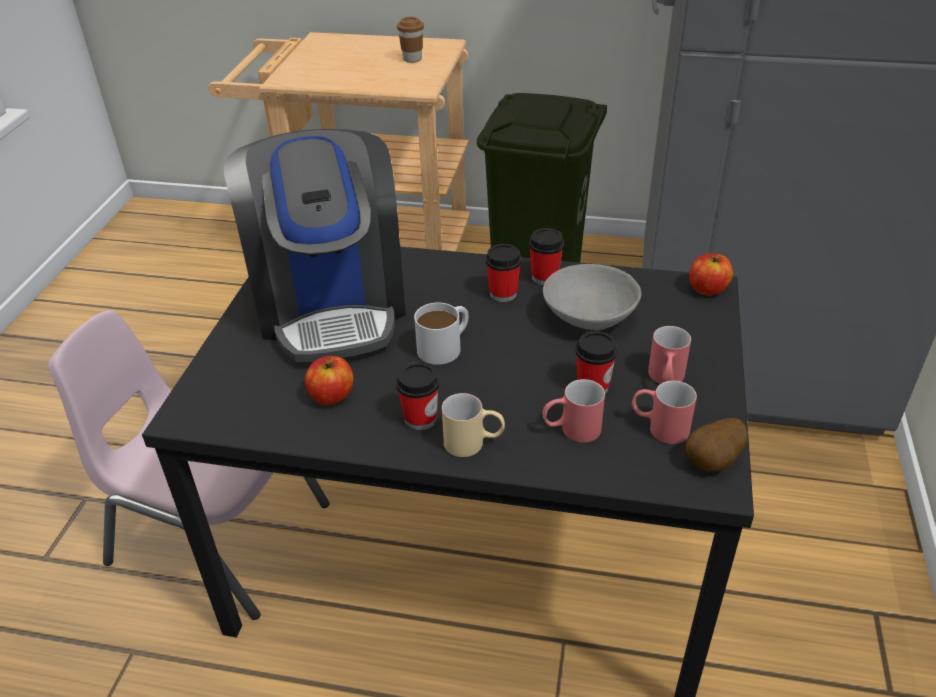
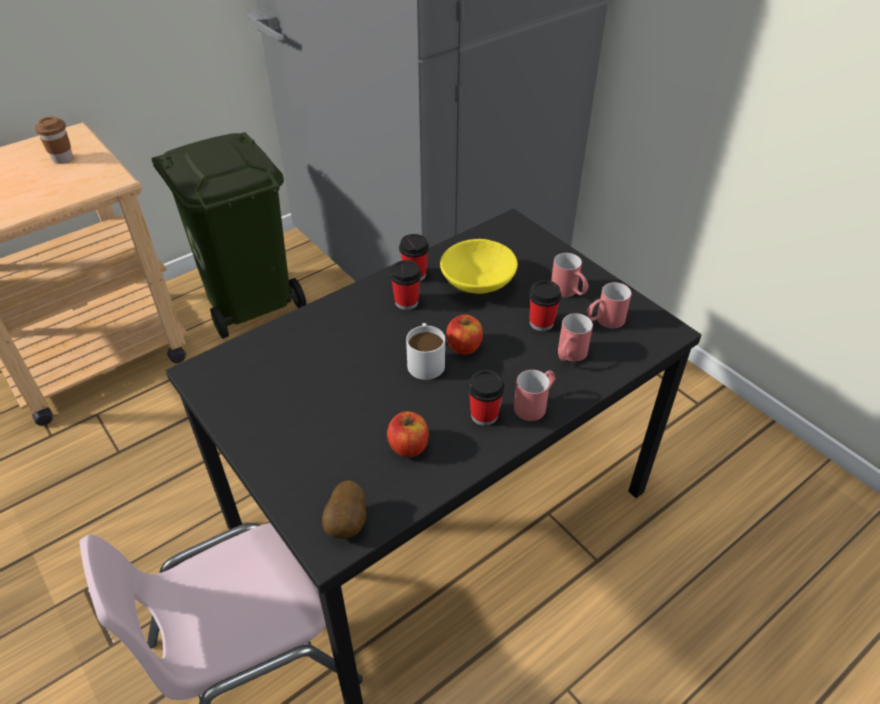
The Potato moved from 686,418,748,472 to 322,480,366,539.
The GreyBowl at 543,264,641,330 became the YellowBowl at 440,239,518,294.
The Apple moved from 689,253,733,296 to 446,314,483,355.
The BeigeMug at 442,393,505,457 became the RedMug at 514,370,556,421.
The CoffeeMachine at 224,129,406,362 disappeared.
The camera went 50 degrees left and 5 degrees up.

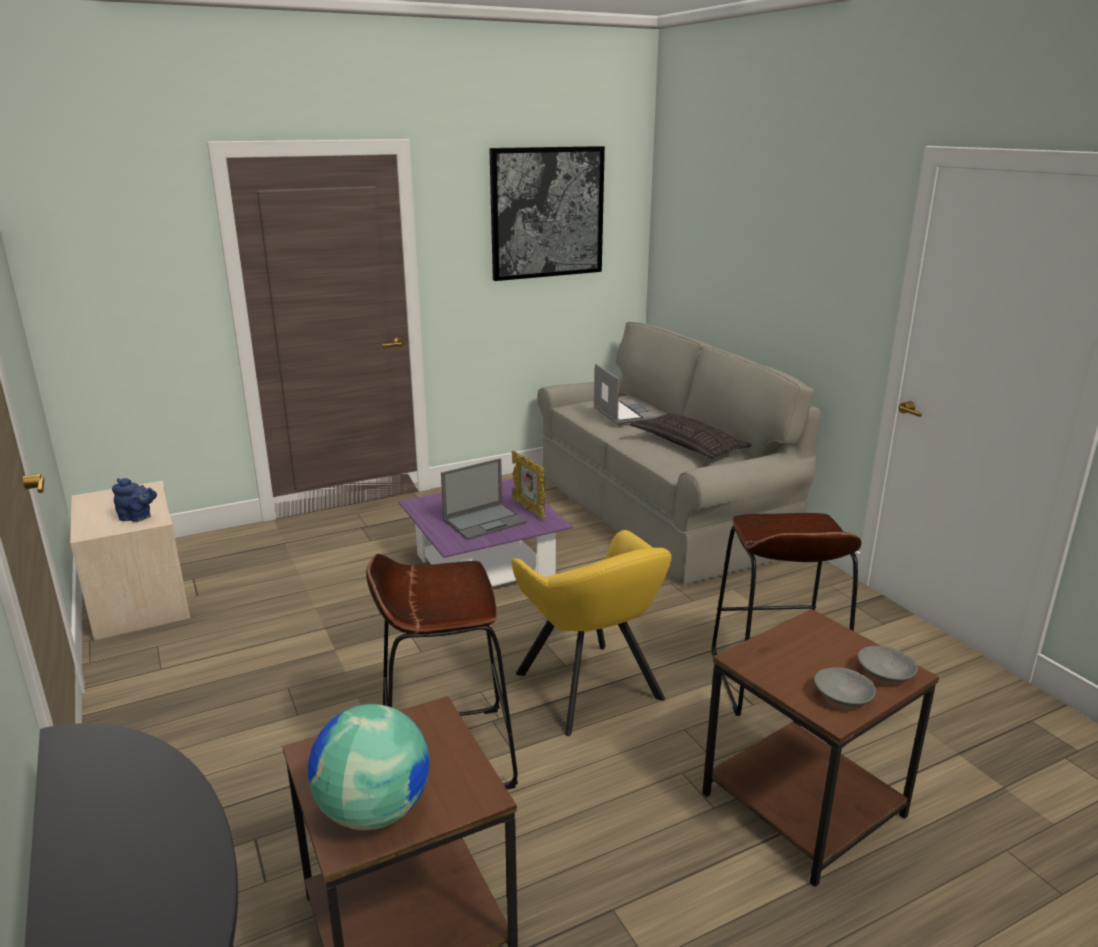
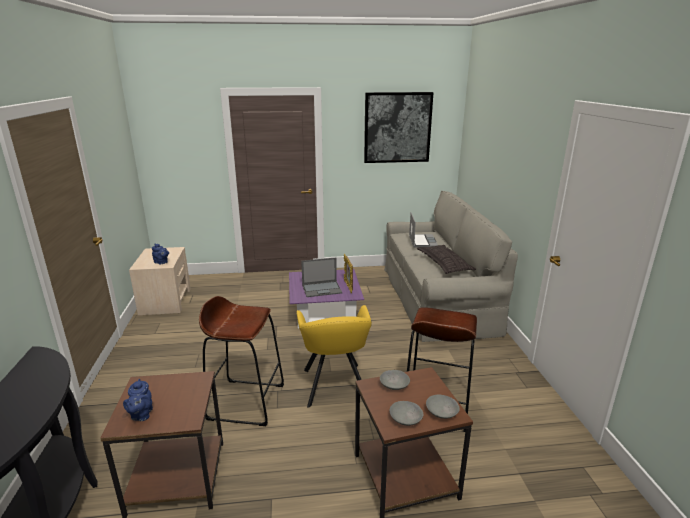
The Globe at 308,704,430,830 was replaced by the BlueTeapot at 123,379,153,421.
The GreyBowl at 380,370,410,390 appeared.
The camera went 20 degrees right and 0 degrees up.

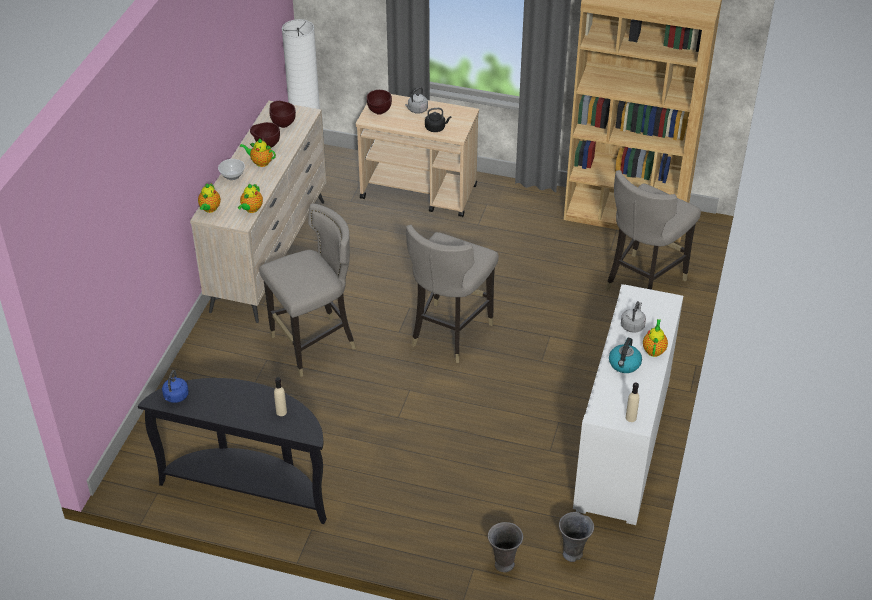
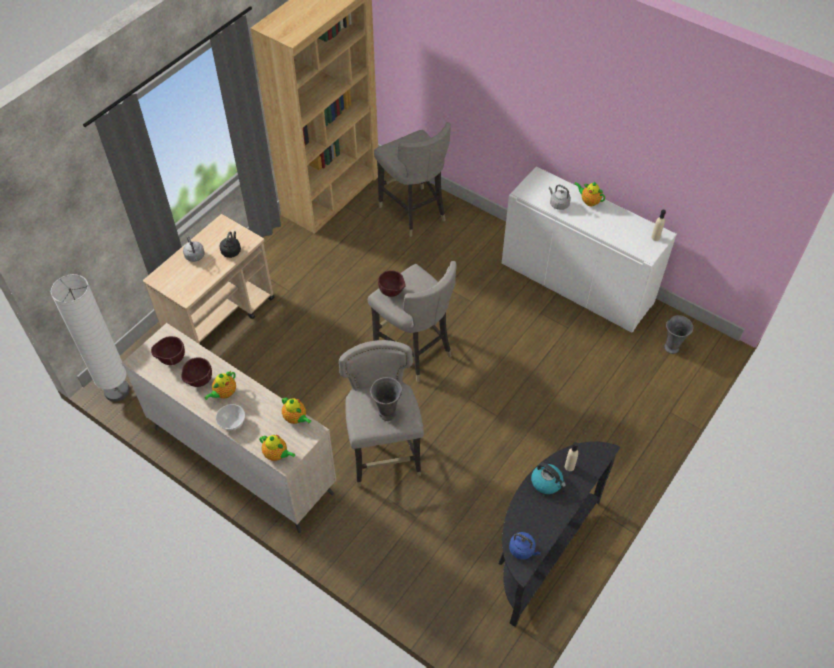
The GreyVase moved from 488,522,523,572 to 370,377,402,421.
The BrownBowl moved from 367,90,392,115 to 378,270,406,297.
The Kettle moved from 609,338,642,373 to 531,463,566,494.
The camera went 70 degrees left and 10 degrees up.

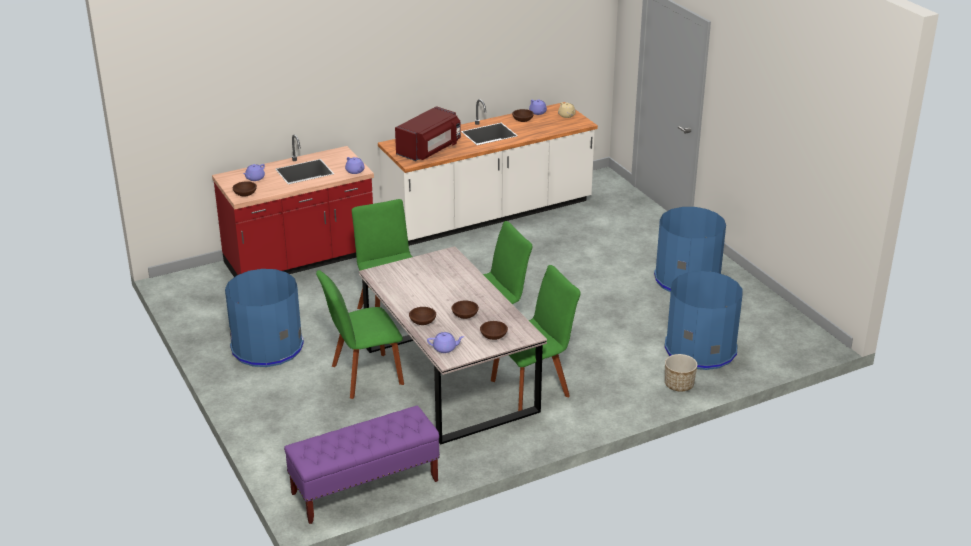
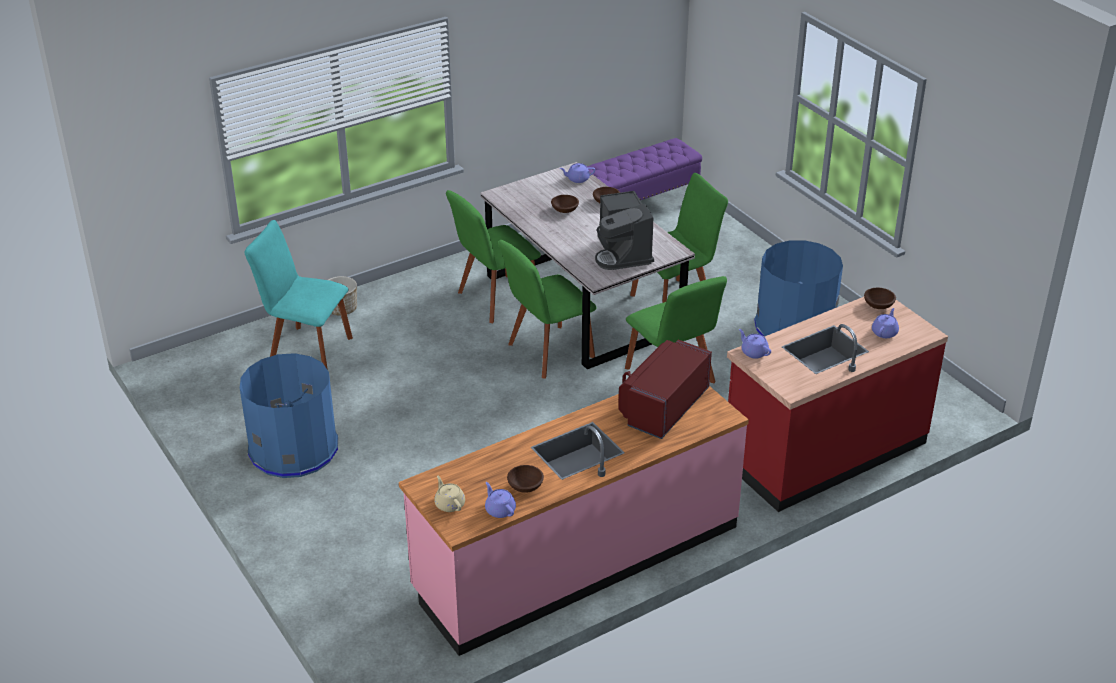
The BlueTrashCan at 664,271,743,370 was replaced by the TurquoiseChair at 245,220,353,370.
The WhiteCounter at 378,99,598,246 became the PinkCounter at 399,386,749,656.
The CoffeeMachine at 595,191,654,270 appeared.
The BrownBowl at 480,321,508,340 disappeared.
The camera went 175 degrees right and 5 degrees up.

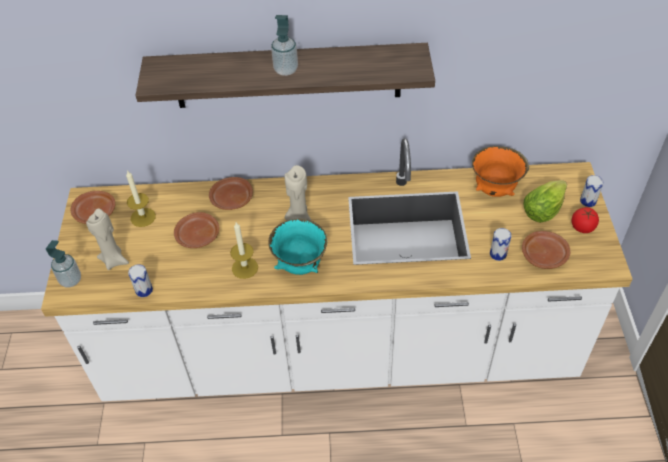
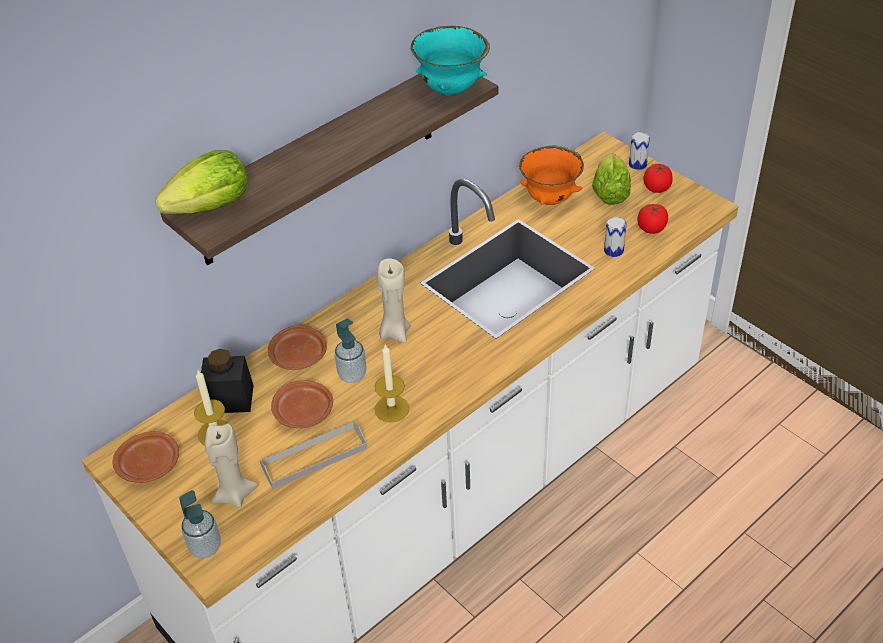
The Lettuce at 155,150,248,214 appeared.
The BlackJar at 201,349,254,413 appeared.
The GreyTray at 260,421,367,489 appeared.
The SoapDispenser moved from 271,15,298,76 to 335,318,366,383.
The TurquoiseBowl moved from 269,219,327,275 to 411,26,490,96.
The BrownPlate at 522,231,570,269 was replaced by the Tomato at 637,204,668,234.
The Can at 128,264,153,297 disappeared.
The camera went 40 degrees left and 5 degrees down.

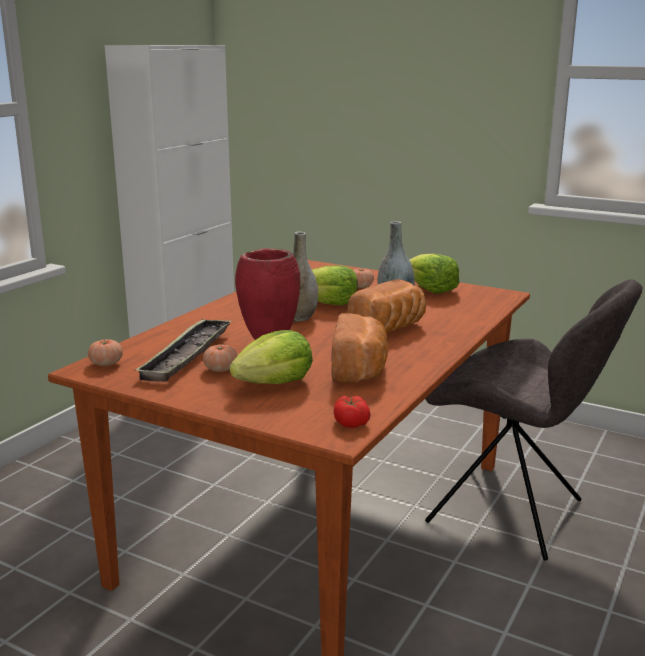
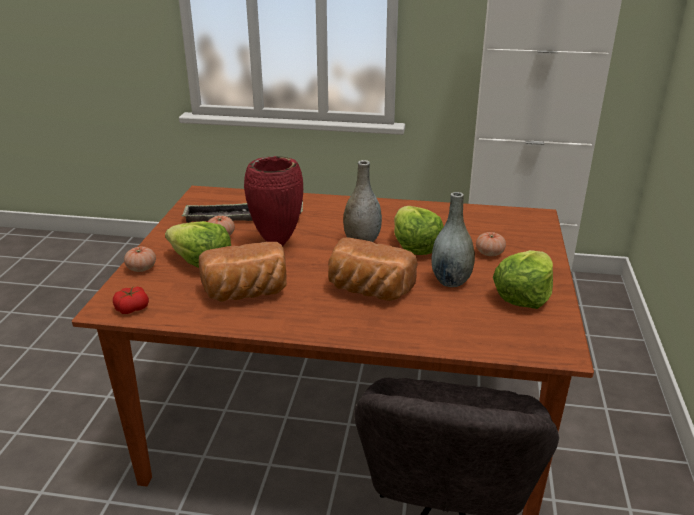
The Tomato moved from 88,339,123,366 to 124,247,156,272.
The camera went 70 degrees right and 10 degrees up.

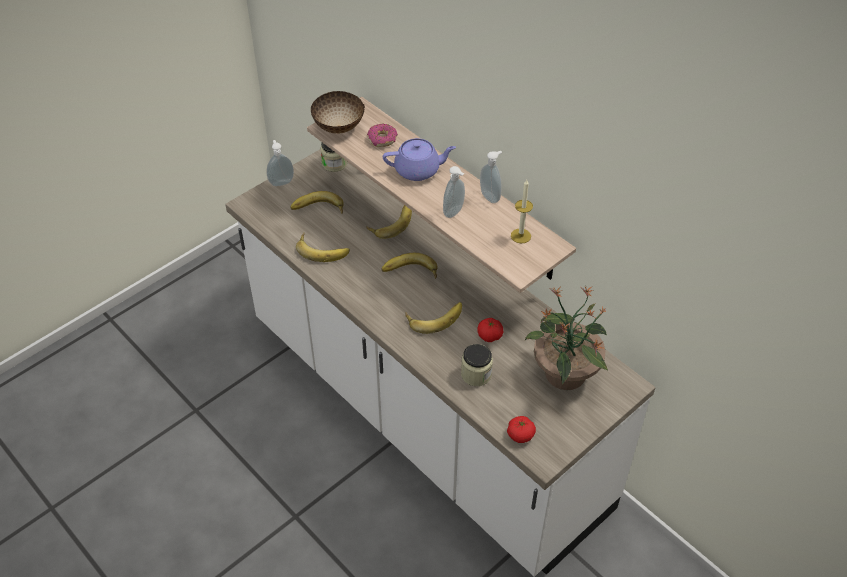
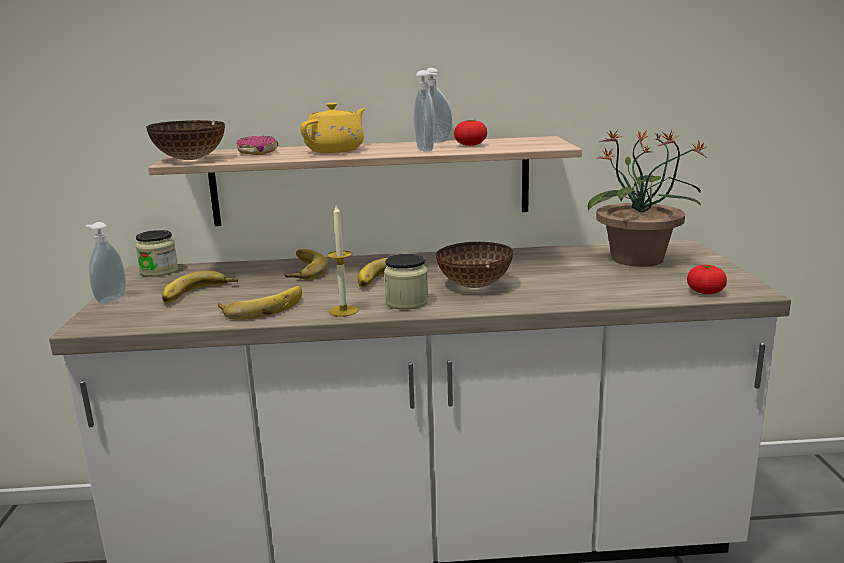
The PurpleTeapot at 383,138,456,181 became the YellowTeapot at 300,103,366,153.
The Candle moved from 511,180,533,244 to 327,205,358,316.
The Jar moved from 461,344,493,386 to 384,254,428,309.
The Banana at 405,302,462,334 was replaced by the Bowl at 435,242,513,288.
The Tomato moved from 477,318,503,342 to 454,120,487,146.
The camera went 50 degrees left and 30 degrees down.

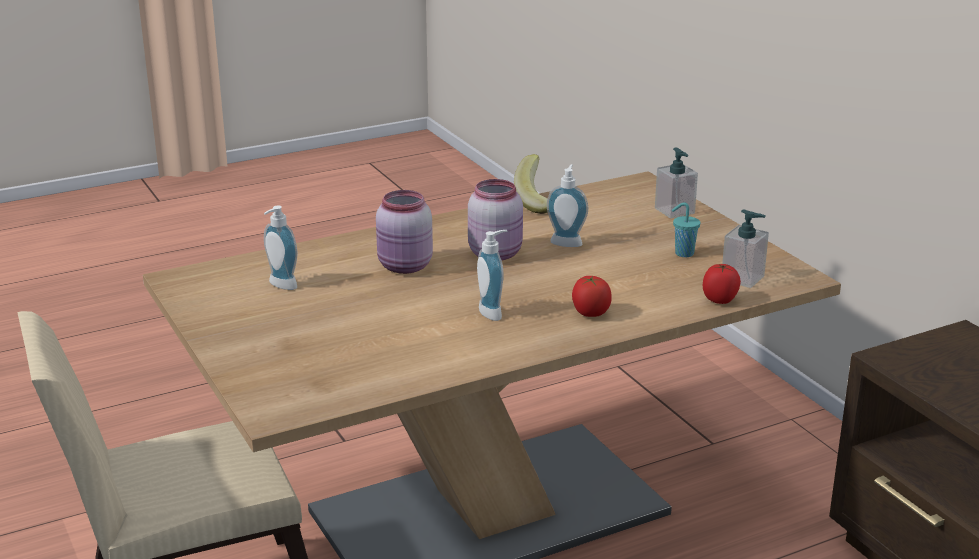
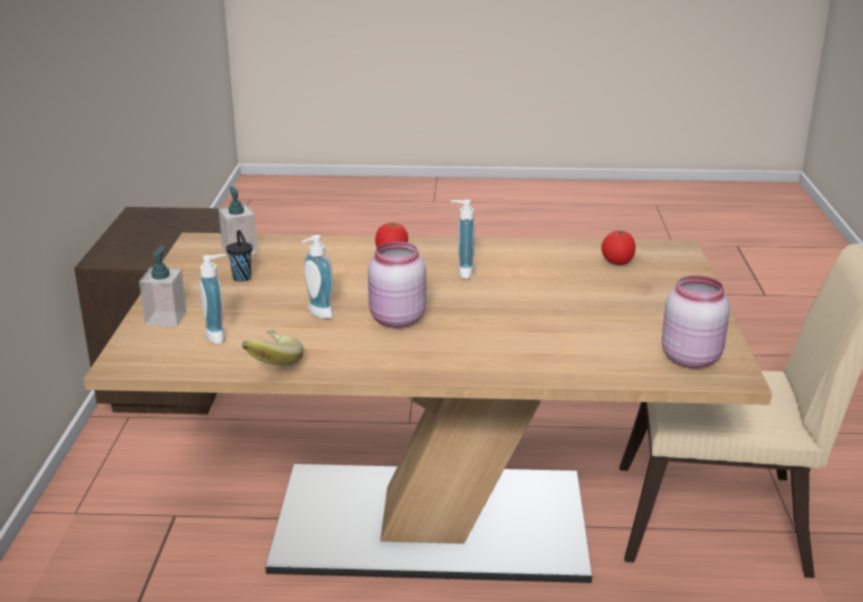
The SoapDispenser moved from 264,205,298,290 to 199,254,226,344.
The TurquoiseCup at 672,203,700,257 became the BlackCup at 226,230,253,282.
The Tomato moved from 703,264,741,304 to 601,230,636,265.
The PinkJar moved from 376,190,433,274 to 662,275,730,368.
The camera went 150 degrees left and 0 degrees up.

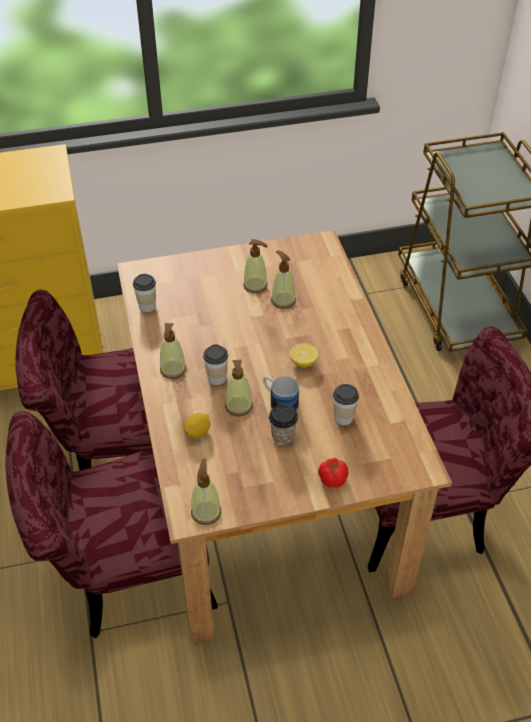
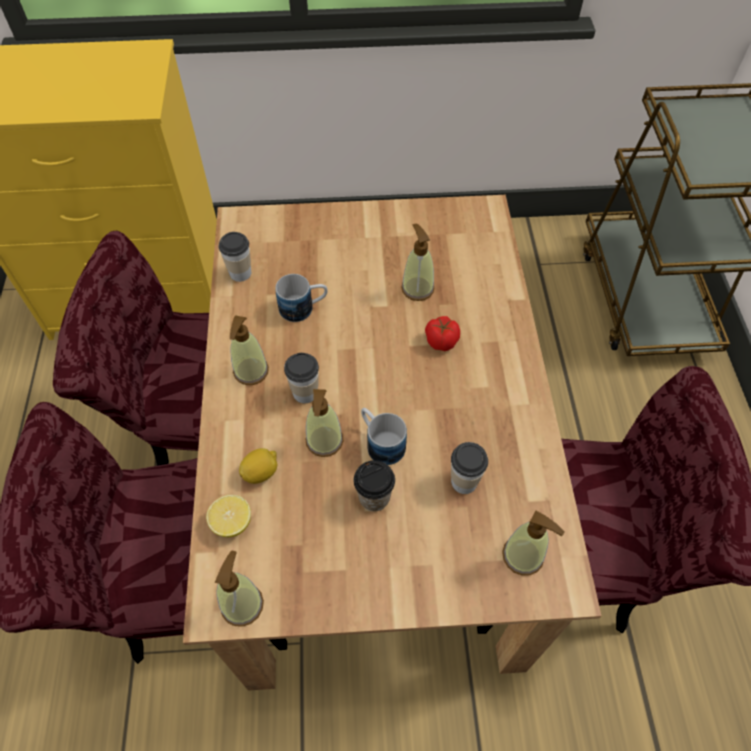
The Lemon moved from 290,343,318,367 to 206,495,251,537.
The Mug at 275,274,328,322 appeared.
The Tomato moved from 318,458,349,488 to 425,316,460,351.
The SoapDispenser moved from 243,239,268,293 to 502,511,564,576.
The camera went 10 degrees right and 10 degrees up.

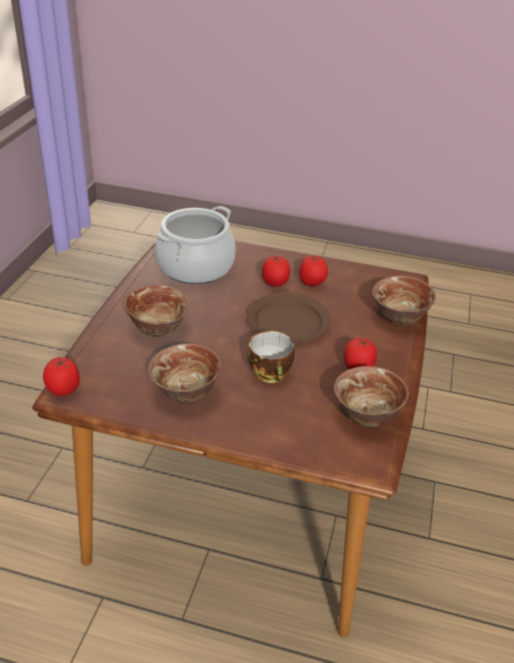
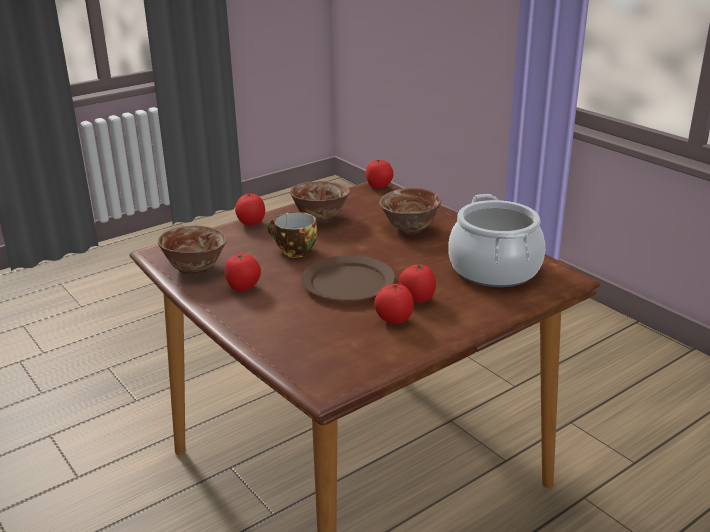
The Tomato at 235,194,265,225 appeared.
The Bowl at 372,276,436,326 disappeared.
The camera went 130 degrees right and 10 degrees down.

